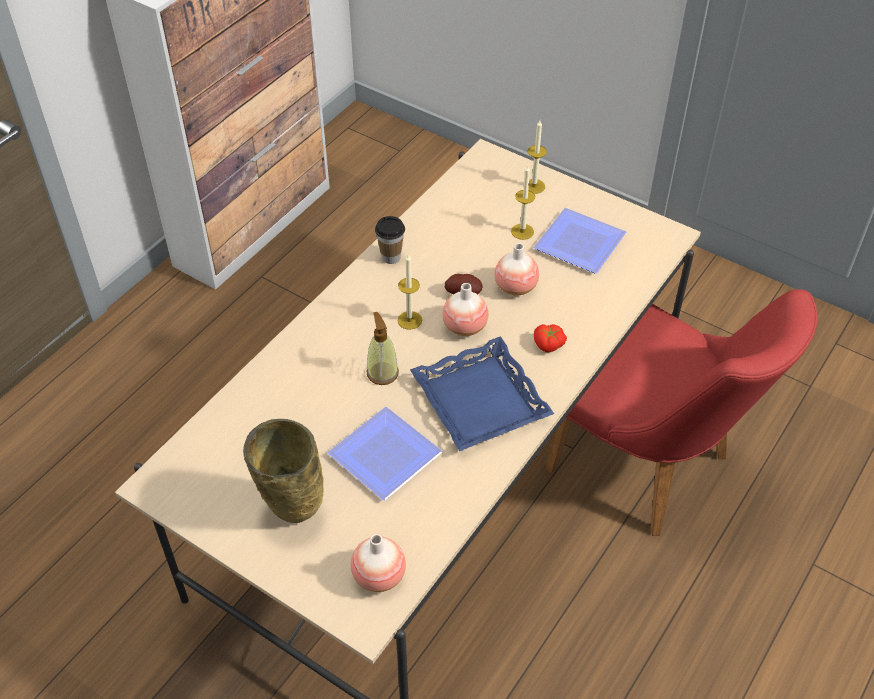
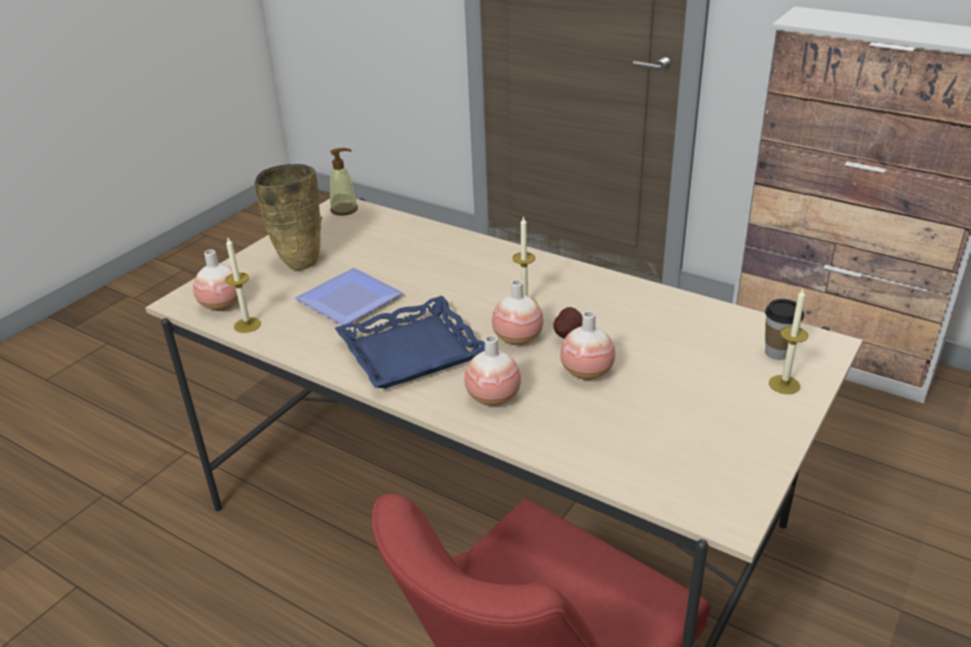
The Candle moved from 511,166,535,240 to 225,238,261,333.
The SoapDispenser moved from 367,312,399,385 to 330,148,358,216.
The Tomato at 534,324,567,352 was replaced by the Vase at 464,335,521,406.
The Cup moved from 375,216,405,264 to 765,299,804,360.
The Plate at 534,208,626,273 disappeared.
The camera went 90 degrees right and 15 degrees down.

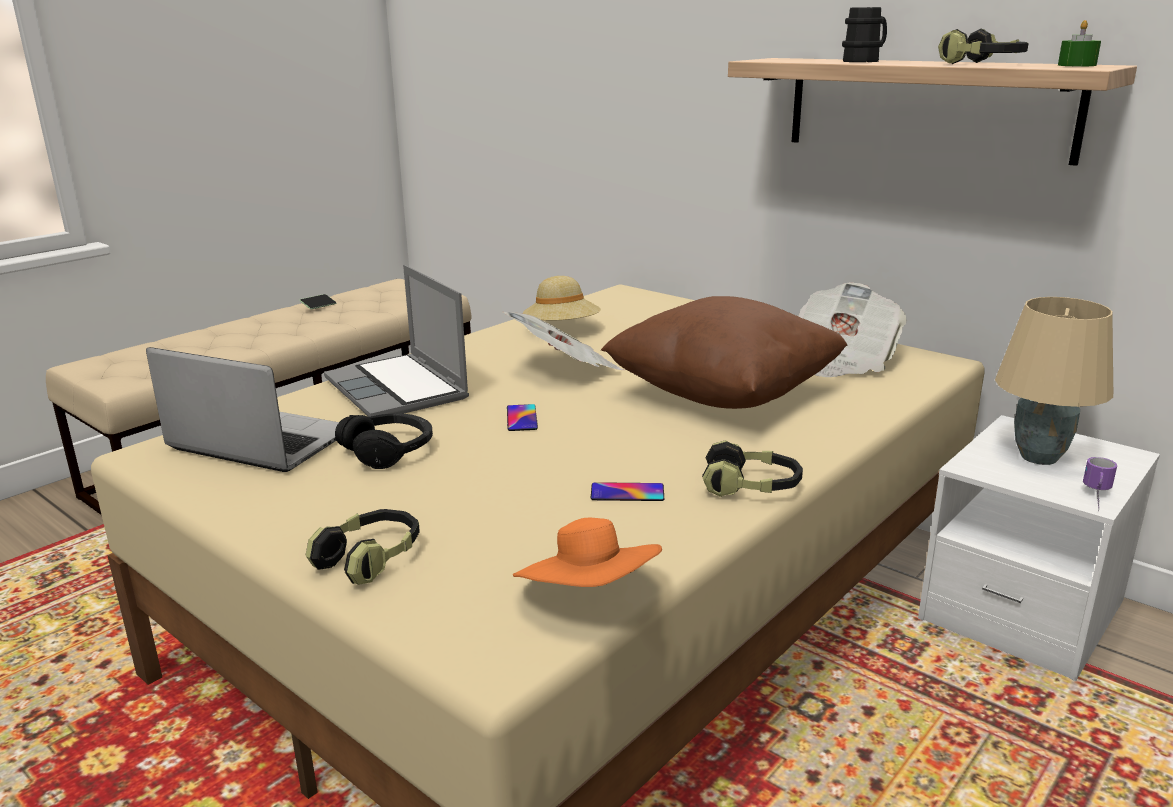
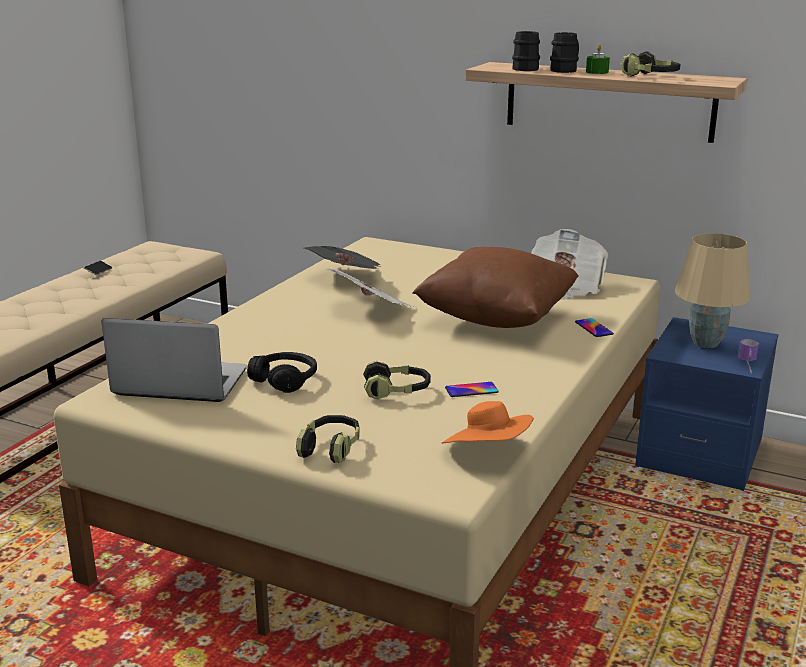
The BeigeHat at 523,276,601,321 was replaced by the Newspaper at 304,246,380,269.
The Headphones moved from 702,440,803,497 to 363,361,431,400.
The BlackMug at 512,31,540,71 appeared.
The Phone moved from 507,404,538,431 to 575,318,614,337.
The GreenCandle moved from 1058,20,1101,66 to 586,44,610,74.
The WhiteNightstand at 918,415,1160,681 became the BlueNightstand at 635,317,779,491.
The Laptop at 324,265,469,417 disappeared.
The camera went 15 degrees left and 0 degrees up.

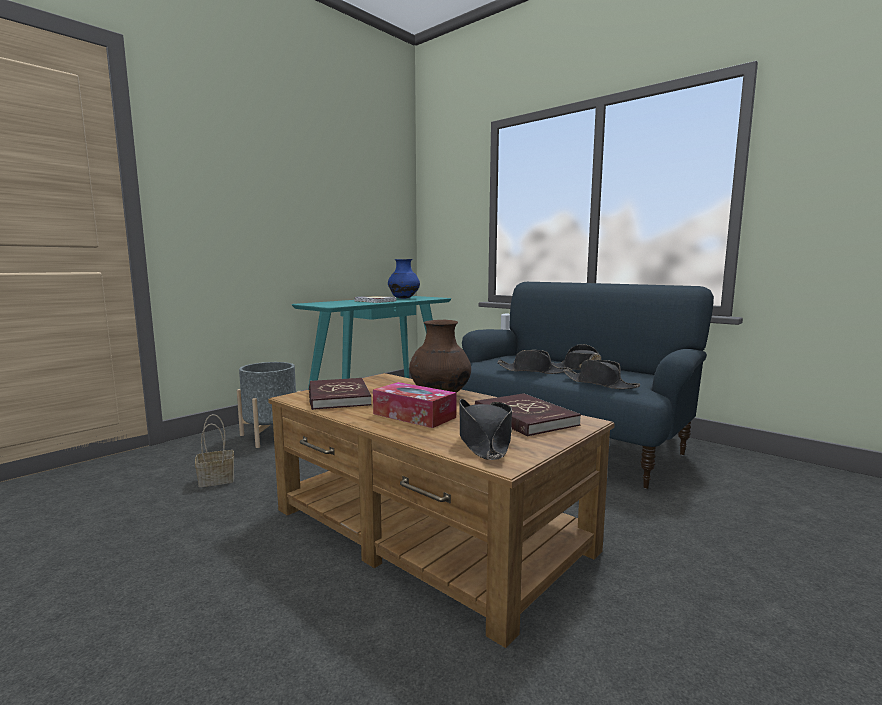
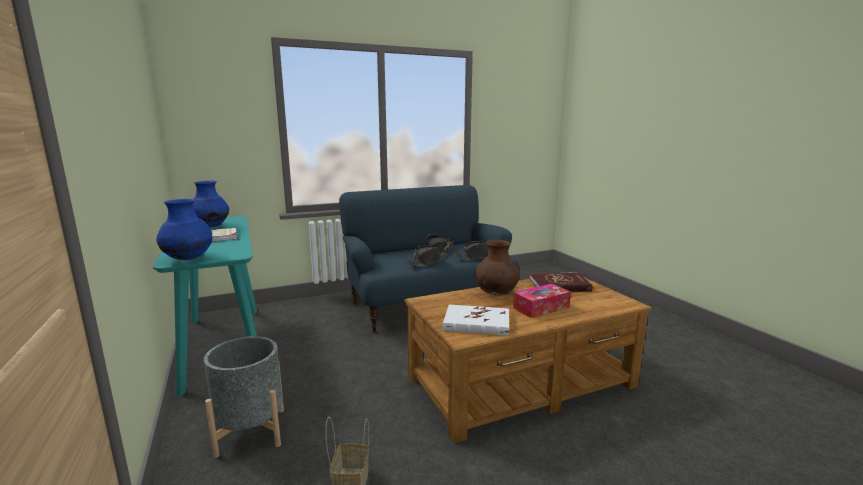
The BlueVase at 157,199,212,260 appeared.
The RedBook at 309,378,372,410 became the WhiteBook at 443,304,509,336.
The BlackHat at 459,399,512,460 disappeared.
The camera went 65 degrees left and 5 degrees up.

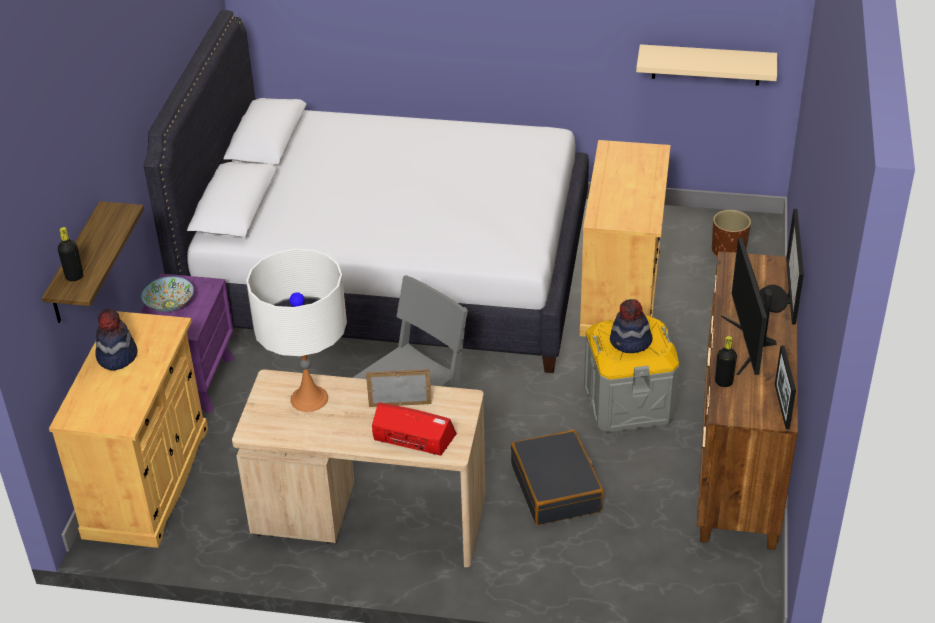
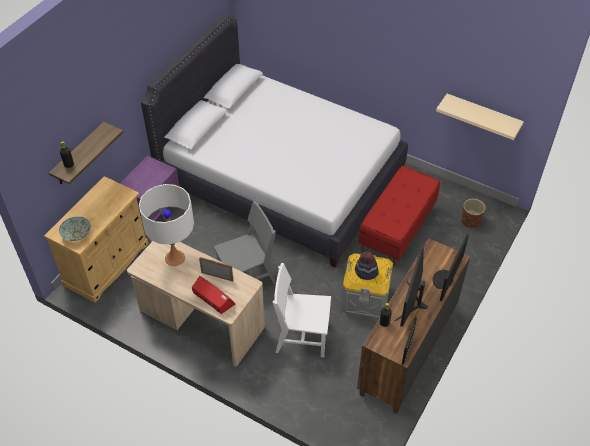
The Bowl moved from 141,276,194,312 to 59,217,91,241.
The BlackSuitcase at 511,430,604,525 was replaced by the WhiteChair at 273,263,331,357.
The BeigeCabinet at 580,140,671,337 was replaced by the RedBench at 359,166,440,266.
The Hat at 95,309,138,371 disappeared.
The camera went 20 degrees right and 10 degrees up.

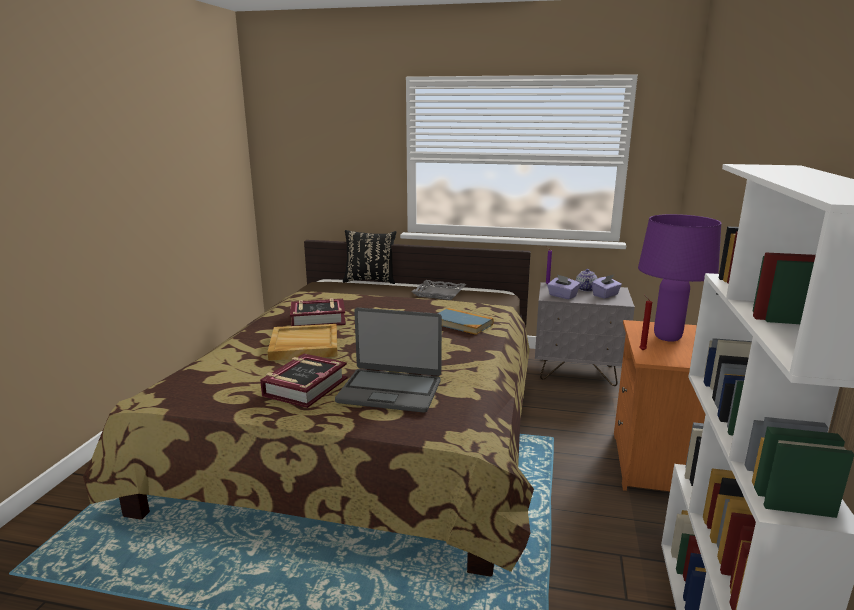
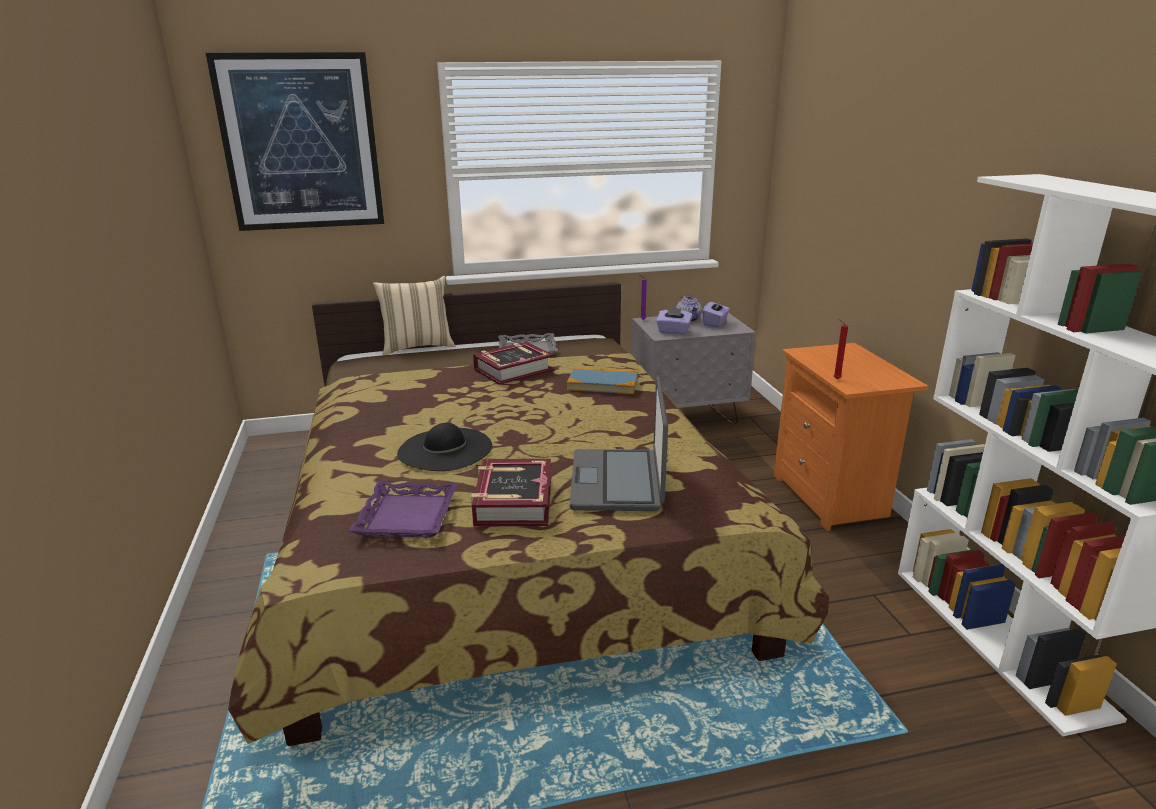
The Picture at 206,52,384,231 appeared.
The PurpleTray at 349,481,458,538 appeared.
The BlackPillow at 343,230,396,284 became the BeigePillow at 373,276,455,355.
The BeigeTray at 268,324,337,361 was replaced by the BlackHat at 397,423,492,471.
The Book moved from 290,298,346,326 to 473,342,554,385.
The Laptop at 335,308,442,413 turned 105 degrees clockwise.
The PurpleTableLamp at 638,214,721,342 disappeared.
The camera went 25 degrees left and 5 degrees up.

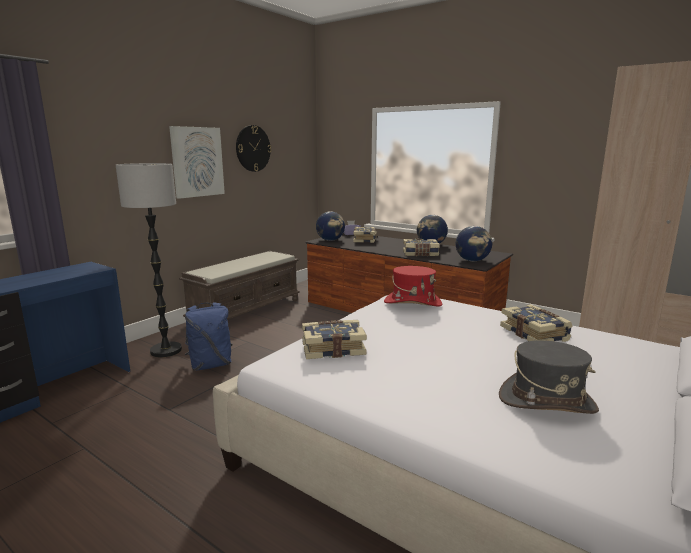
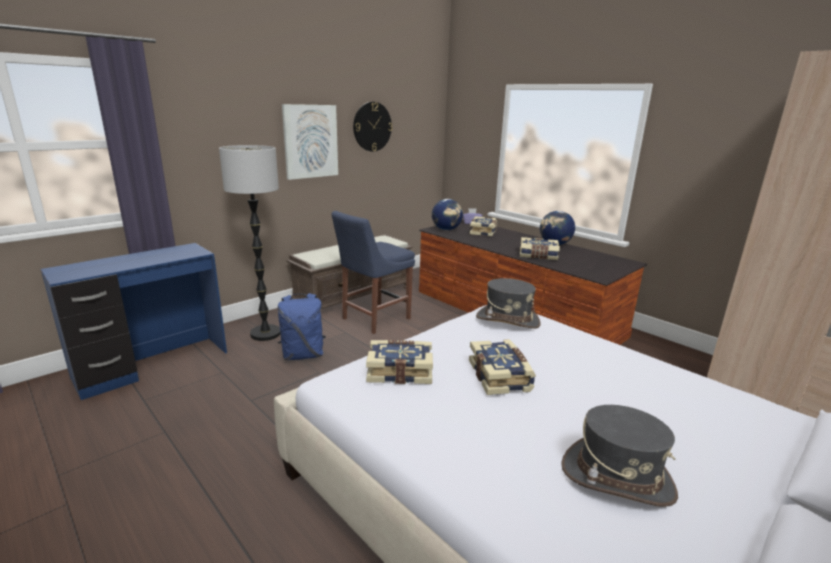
The BlueChair at 331,211,415,334 appeared.
The Book moved from 500,304,573,342 to 469,339,536,395.
The RedHat at 384,266,442,307 became the GreyHat at 476,278,541,329.
The Globe at 456,226,492,261 disappeared.
The camera went 10 degrees right and 5 degrees up.

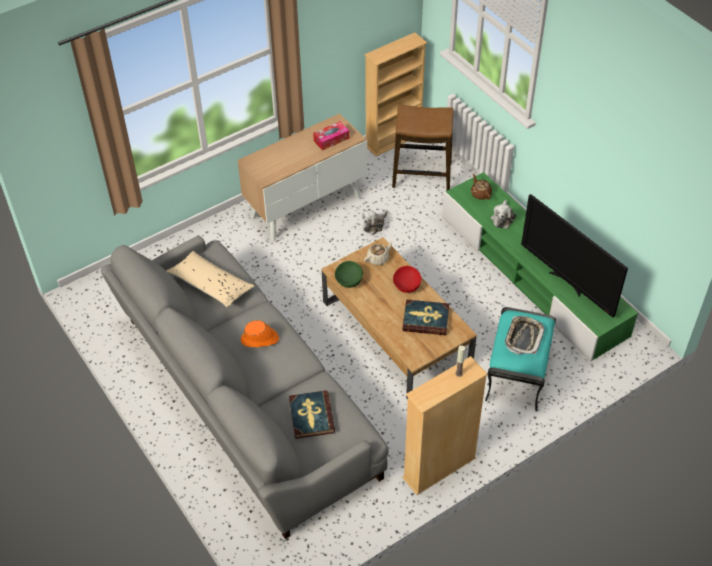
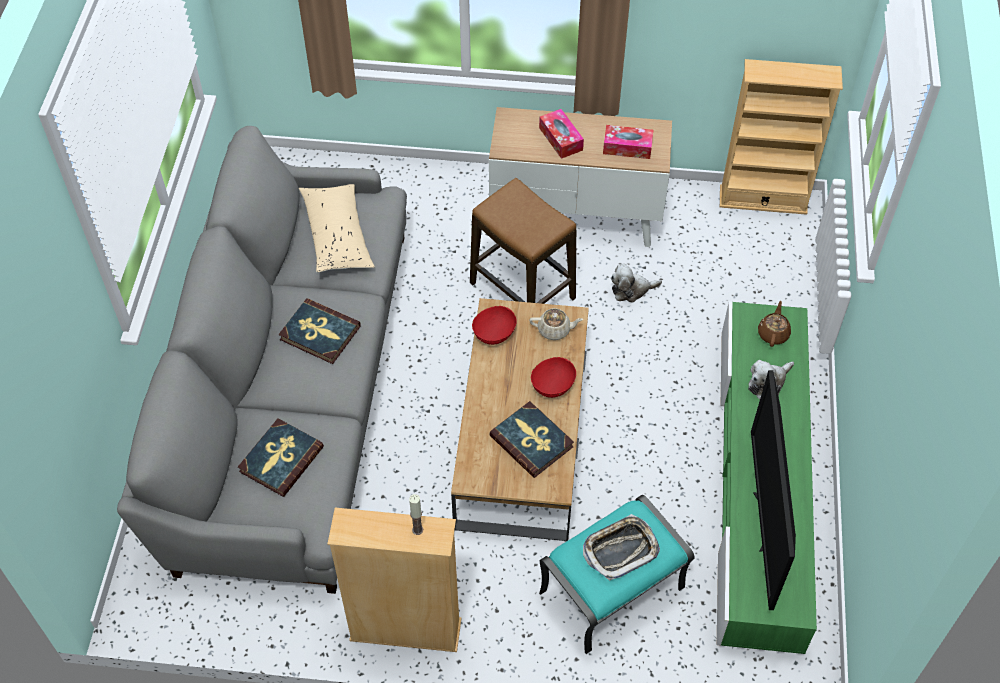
The OrangeHat at 241,320,279,347 was replaced by the Book at 279,298,361,364.
The Stool moved from 392,105,453,191 to 470,178,576,304.
The GreenBowl at 335,261,363,288 became the RedBowl at 472,306,517,345.
The TissueBox at 539,109,584,159 appeared.
The camera went 40 degrees right and 5 degrees up.

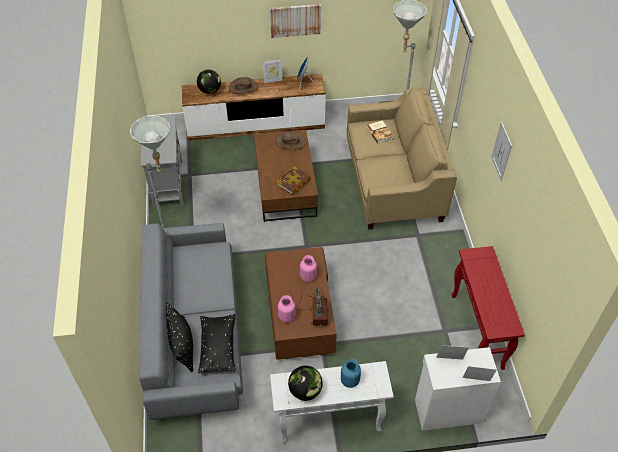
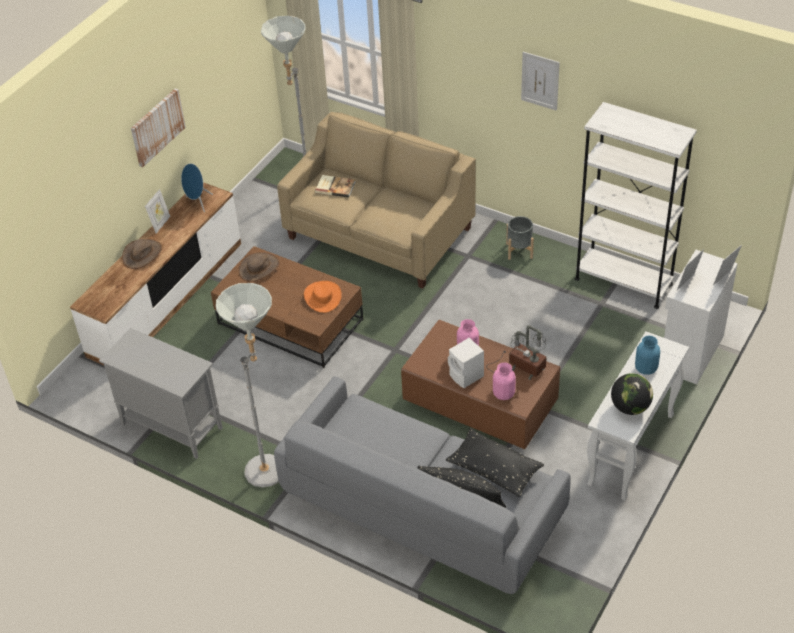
The Book at 277,166,311,195 was replaced by the OrangeHat at 304,281,342,313.
The WhiteSpeaker at 448,338,484,388 appeared.
The GreyPlanter at 506,216,534,260 appeared.
The RedConsoleTable at 452,246,525,370 was replaced by the WhiteBookcase at 575,102,697,309.
The Globe at 197,69,221,94 disappeared.
The camera went 50 degrees left and 5 degrees down.

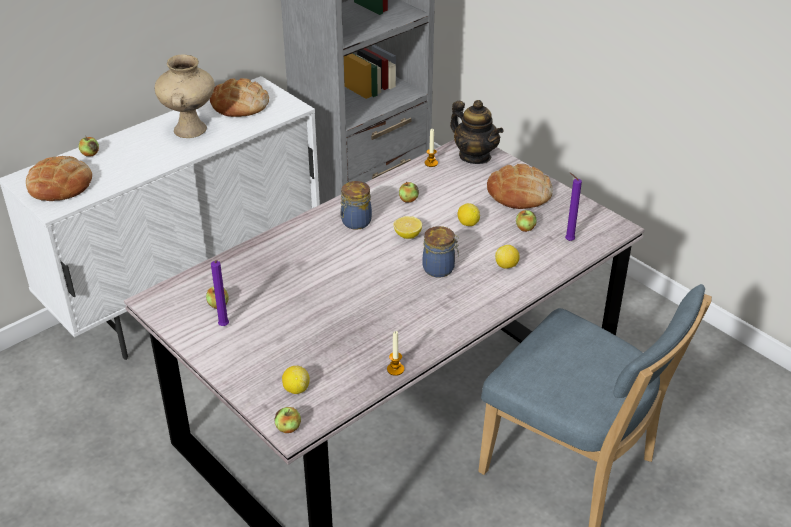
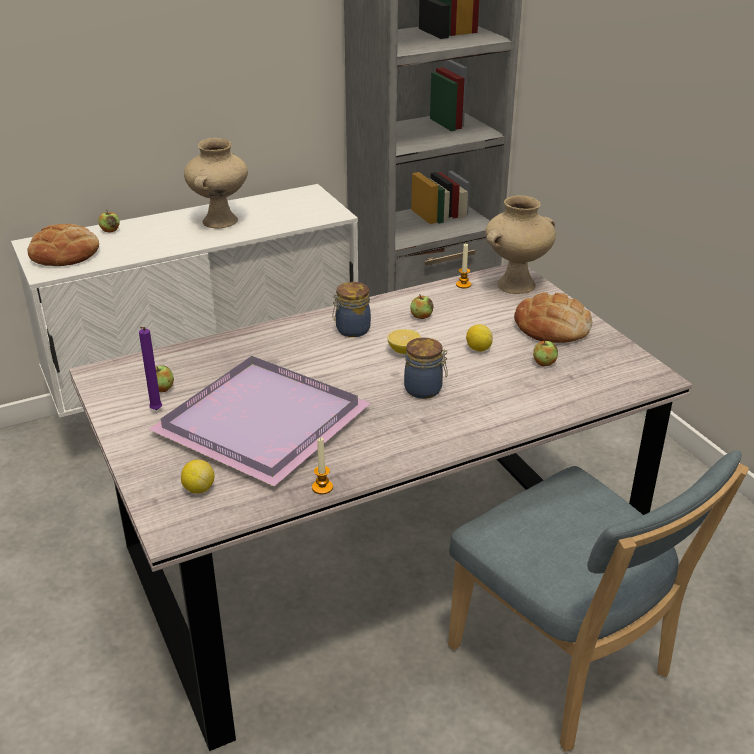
The PurpleTray at 148,356,371,486 appeared.
The Teapot at 450,100,503,164 was replaced by the BeigeVase at 485,195,556,294.
The Bread at 210,78,269,117 disappeared.
The Apple at 275,407,301,433 disappeared.
The Lemon at 495,245,520,269 disappeared.
The PurpleCandle at 565,173,582,241 disappeared.
The camera went 15 degrees right and 5 degrees down.

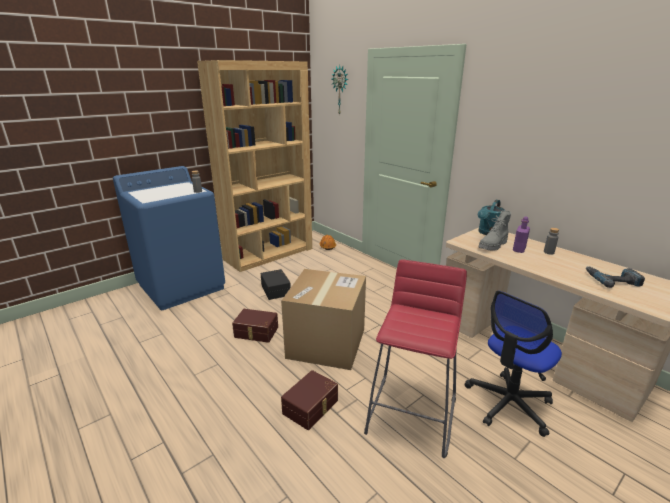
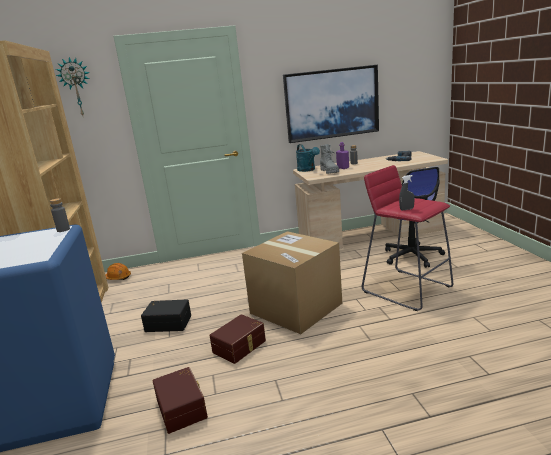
The BrownStorageBox moved from 281,370,338,430 to 153,367,208,434.
The Picture at 283,65,379,143 appeared.
The GreySprayBottle at 399,175,415,211 appeared.
The camera went 60 degrees left and 5 degrees down.

